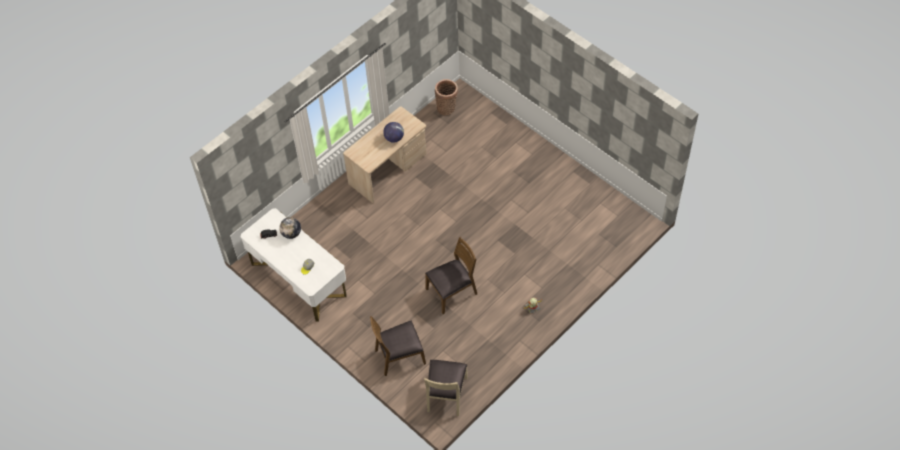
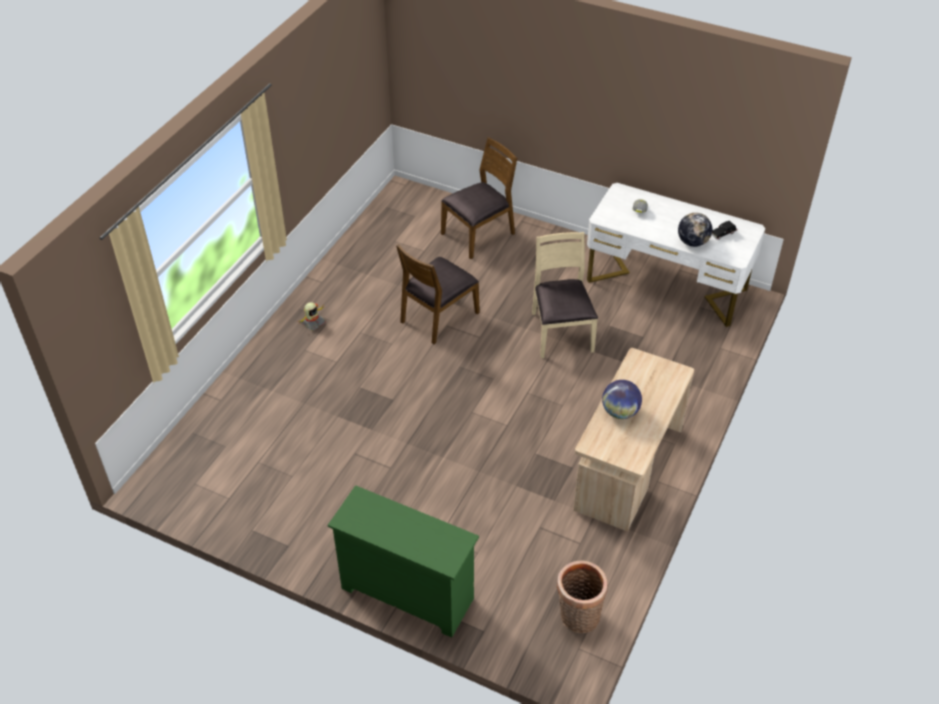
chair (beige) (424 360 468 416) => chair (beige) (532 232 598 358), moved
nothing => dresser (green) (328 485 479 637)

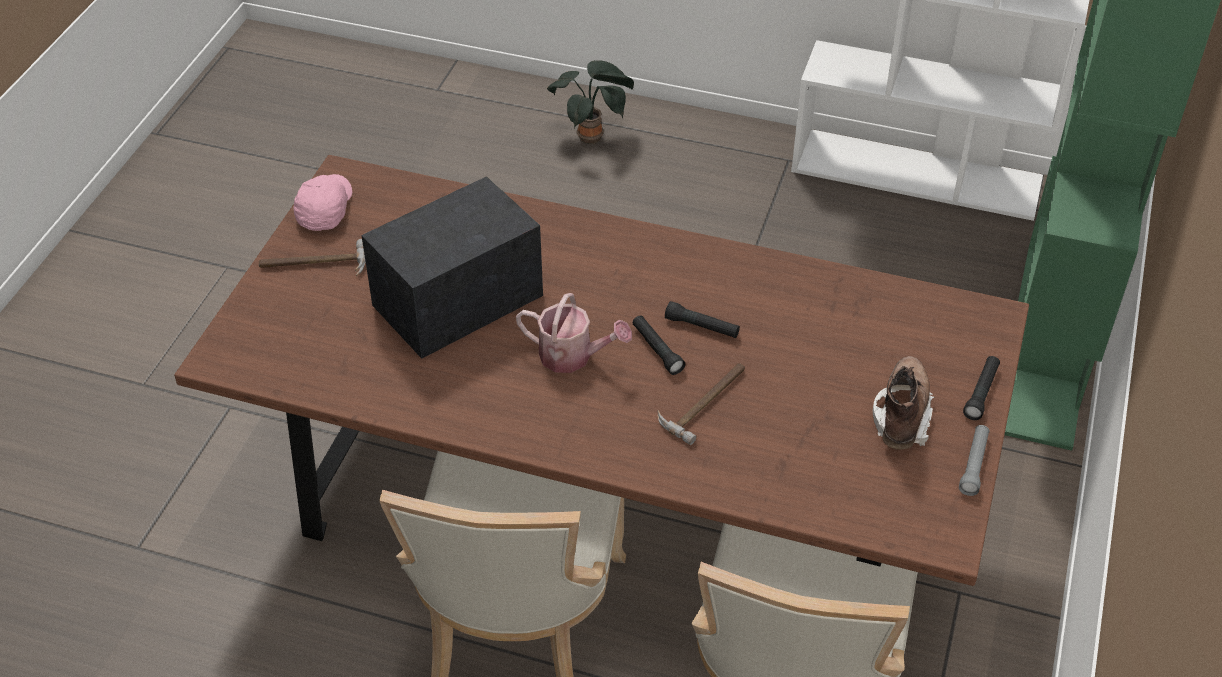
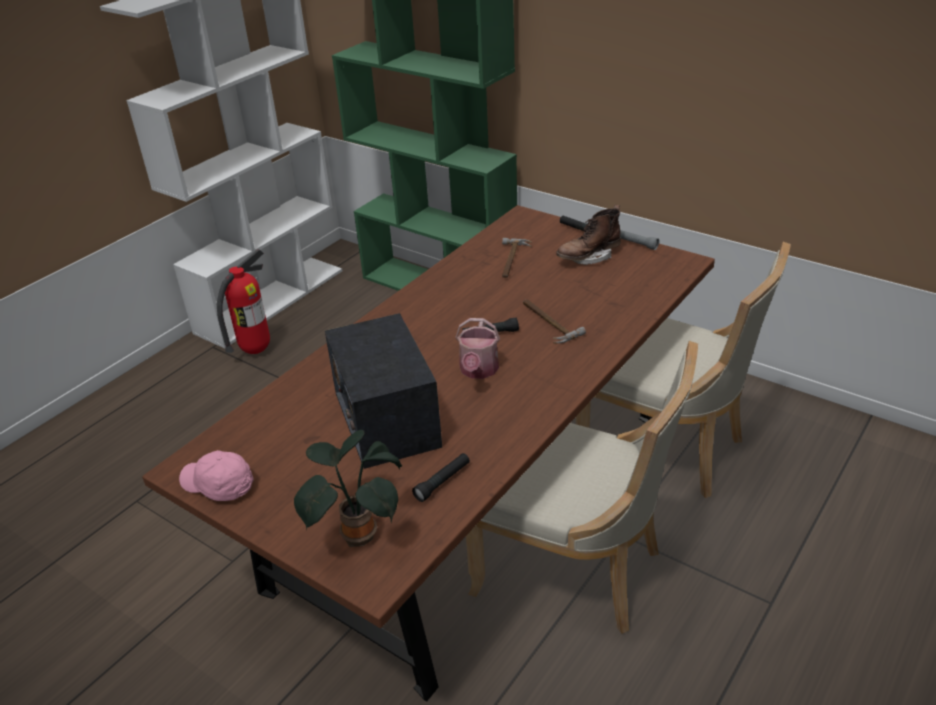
potted plant (547 60 634 144) => potted plant (294 430 402 547), moved
hammer (259 239 366 276) => hammer (502 238 532 278), moved
watering can (516 293 632 373) => watering can (455 318 500 379), 150 degrees clockwise
flashlight (black) (665 301 740 338) => flashlight (black) (412 453 470 502), moved
boot (brown) (873 356 934 450) => boot (brown) (556 205 621 265), 60 degrees counterclockwise
nothing => fire extinguisher (217 249 270 354)

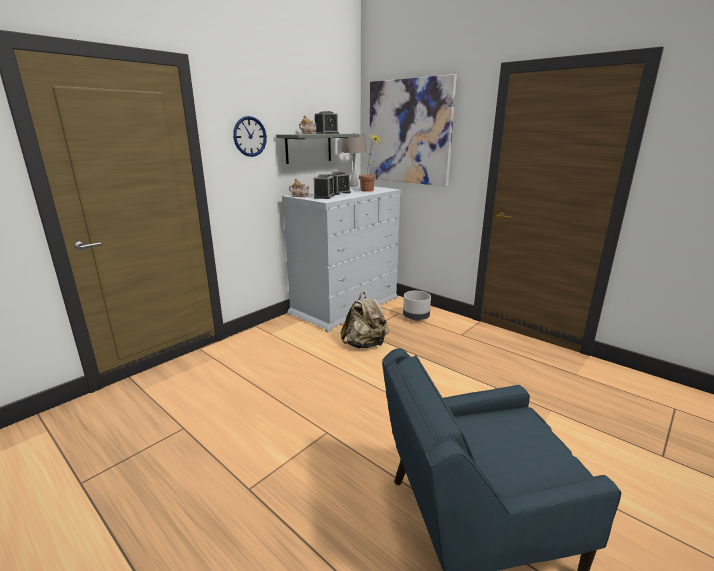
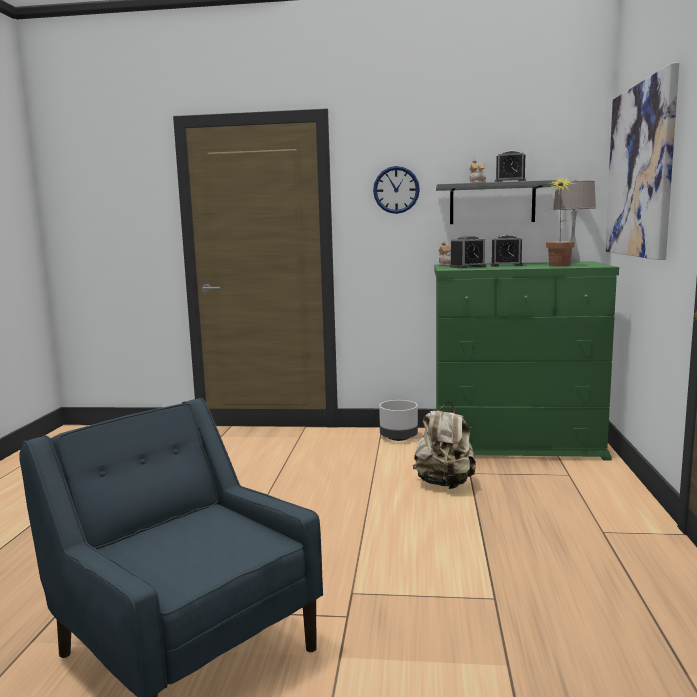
dresser (white) (282 185 401 332) => dresser (green) (434 261 619 461)
planter (grey) (403 291 431 320) => planter (grey) (379 400 418 441), moved

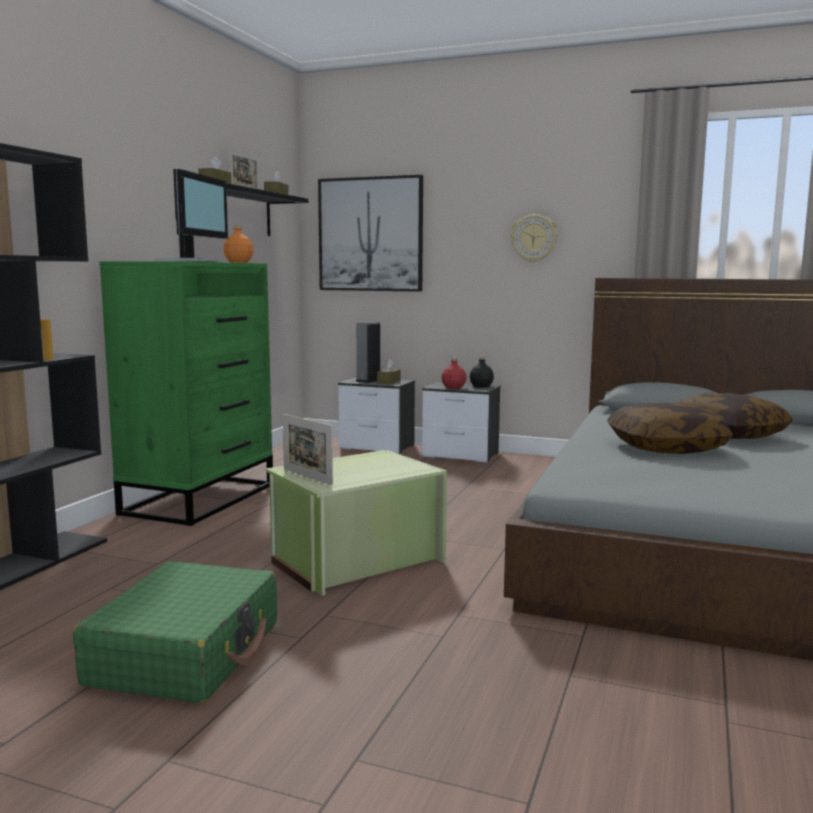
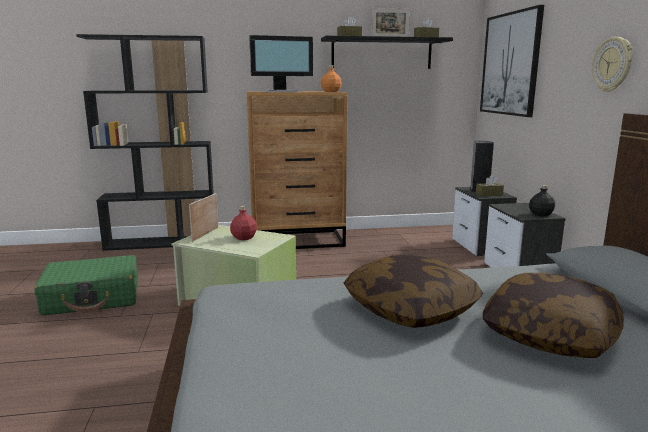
dresser (green) (99 261 273 526) => dresser (brown) (247 91 348 249)
bottle (red) (442 357 467 389) => bottle (red) (230 206 257 240), moved

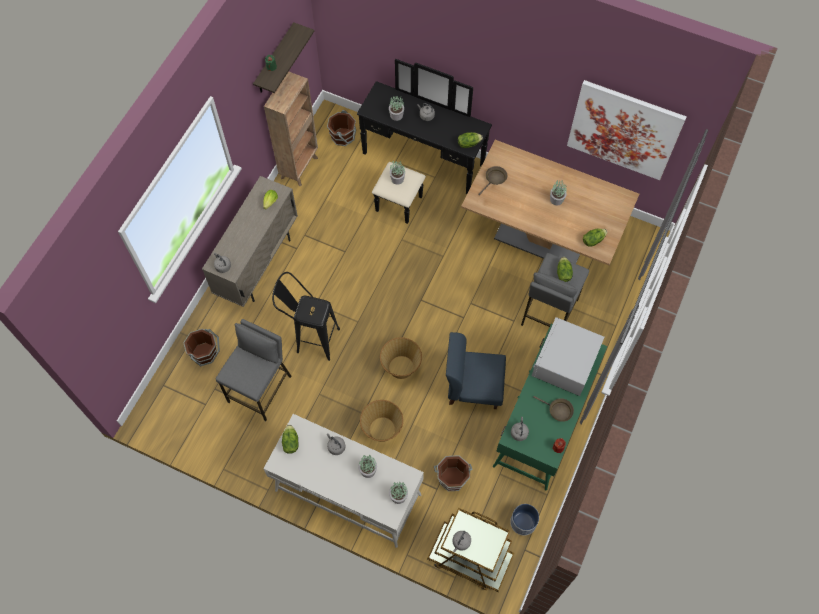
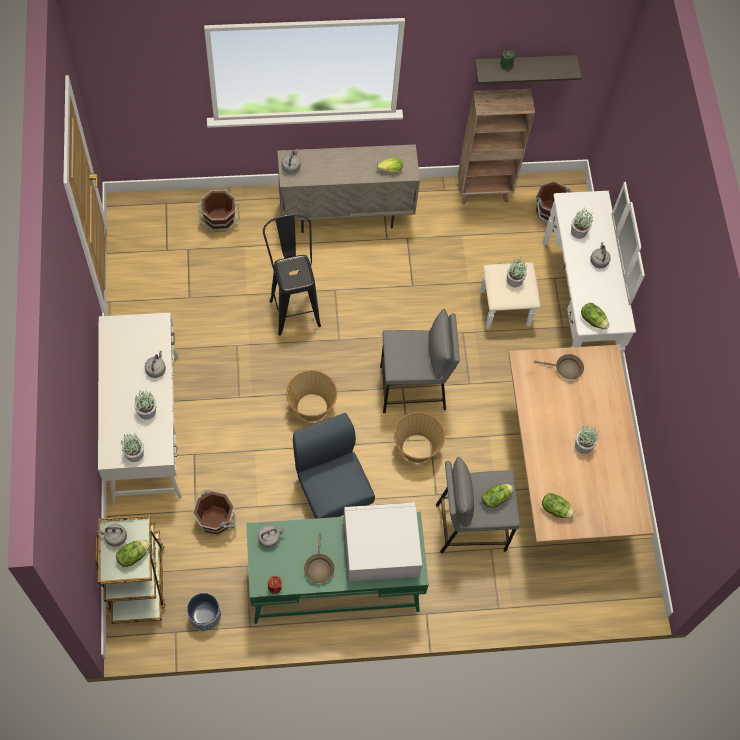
dresser (black) (357 59 492 224) => dresser (white) (481 182 645 356)
picture (567 80 687 180) => nothing
stool (grey) (216 319 291 421) => stool (grey) (380 309 460 413), moved
basket (360 400 403 442) => basket (394 412 445 463), moved
lettuce (282 425 299 454) => lettuce (116 540 150 567), moved

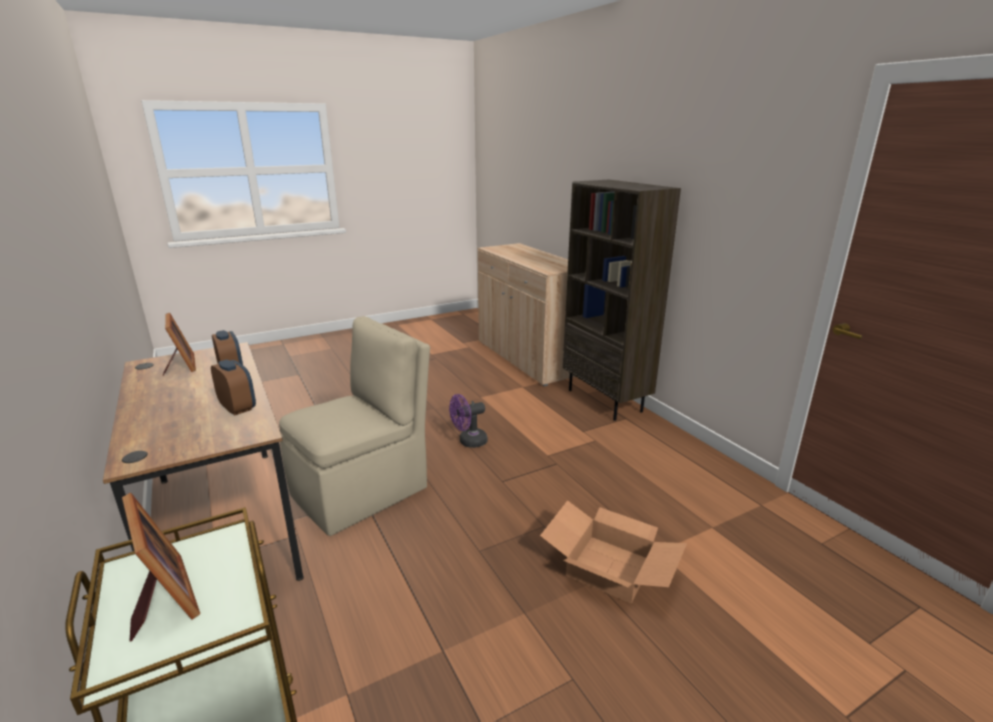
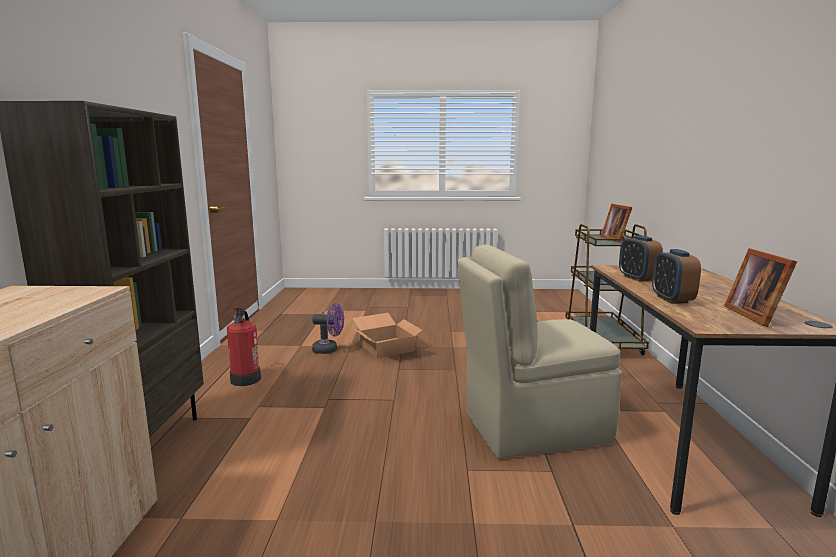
fan (purple) (449 394 487 448) => fan (purple) (312 303 344 354), moved
nothing => fire extinguisher (227 308 261 386)

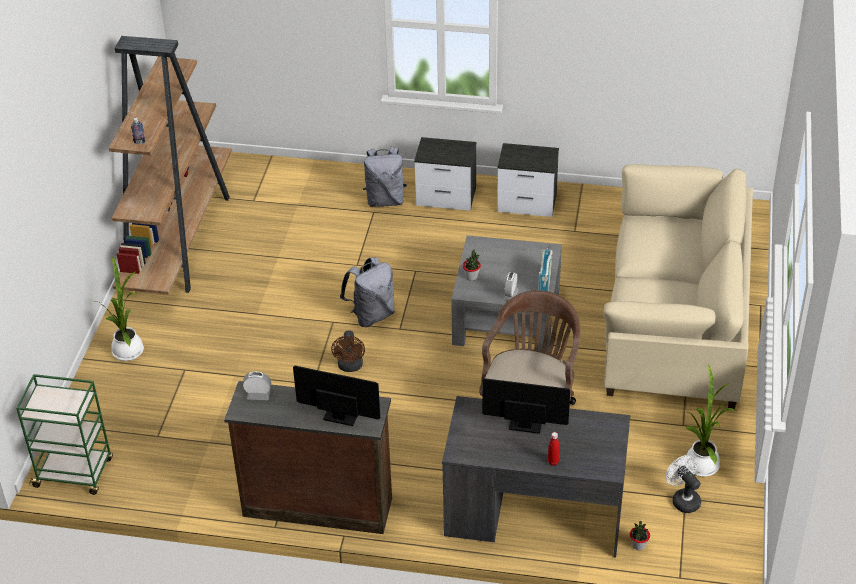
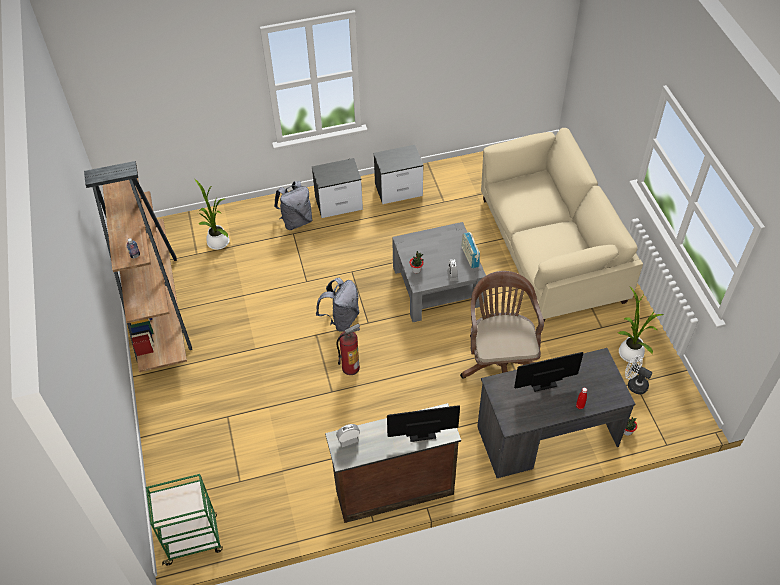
potted plant (92 256 144 361) => potted plant (195 179 229 250), moved
fan (brown) (331 330 365 372) => fire extinguisher (337 324 360 375)

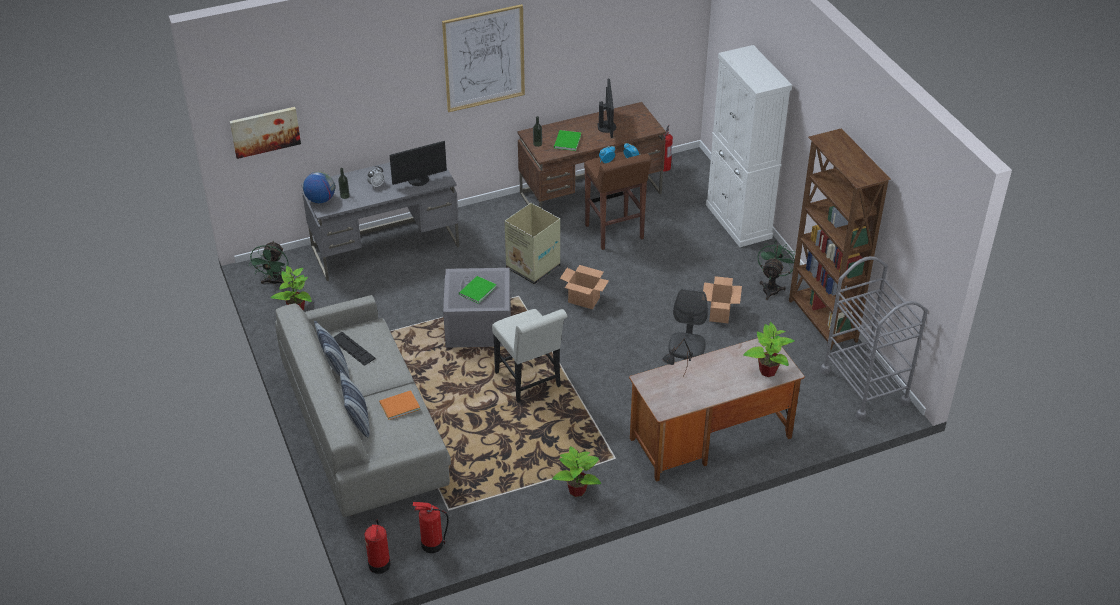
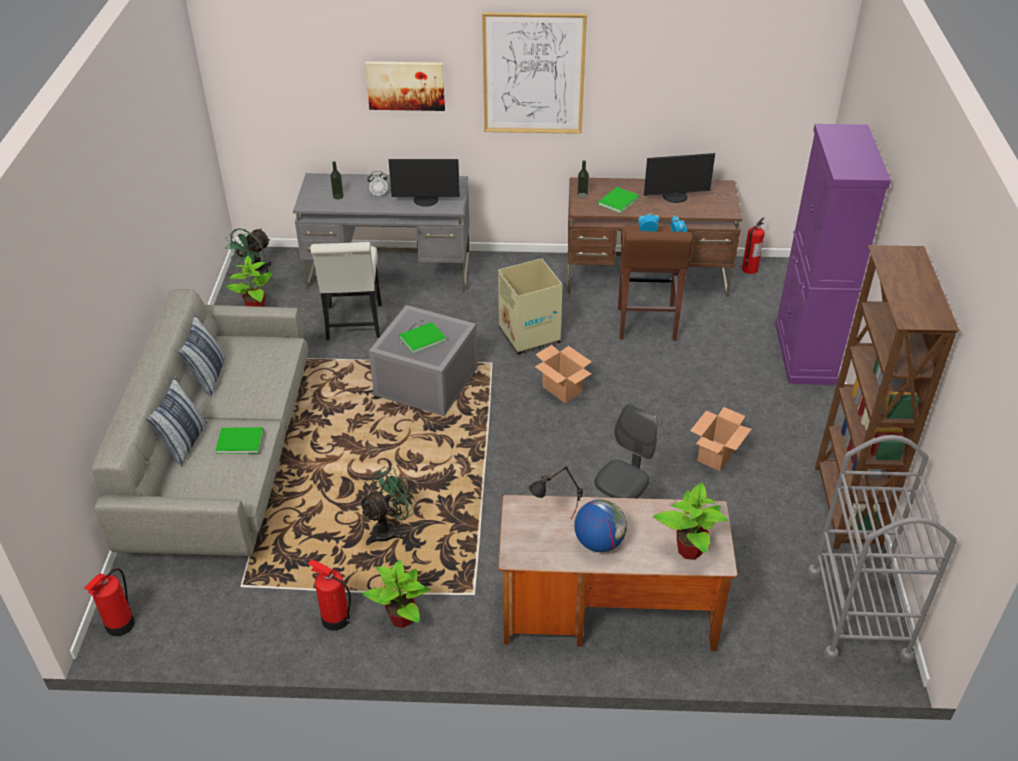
cabinet (white) (706 45 792 247) => cabinet (purple) (775 124 891 385)
monitor (598 78 616 138) => monitor (644 153 715 203), 60 degrees clockwise
picture (230 107 301 159) => picture (365 61 445 111), moved
globe (303 172 335 203) => globe (574 499 627 552), moved
fan (green) (757 241 795 300) => fan (green) (359 467 418 545), moved
chair (white) (492 309 567 403) => chair (white) (311 242 382 340), moved
keyboard (333 332 376 366) => nothing
book (orange) (379 390 420 420) => book (green) (215 427 263 454)
fire extinguisher (413 502 449 553) => fire extinguisher (308 559 351 631), moved

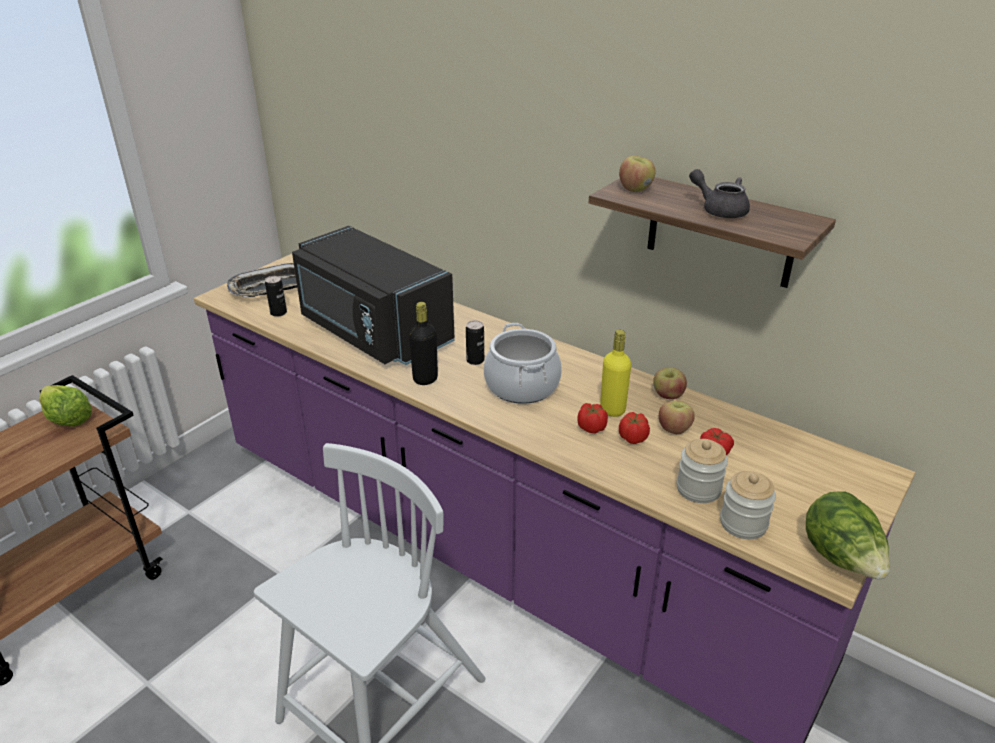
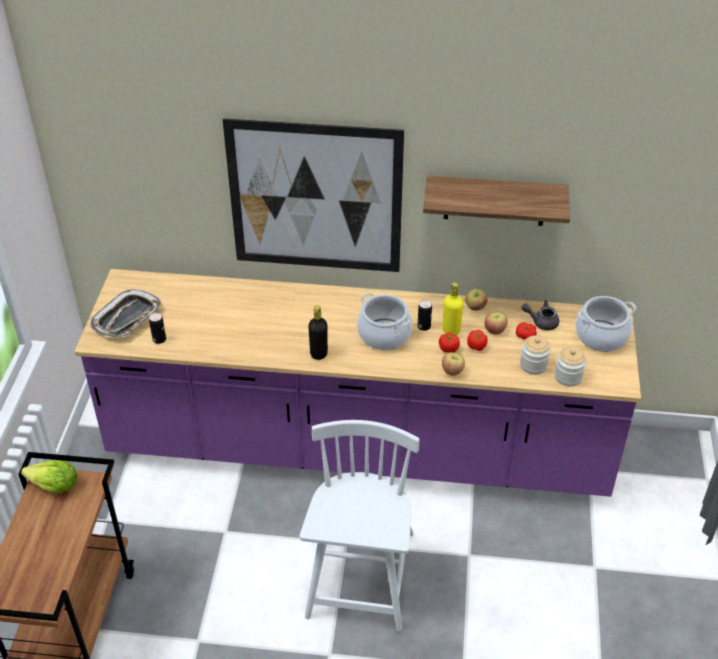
apple (619 156 656 192) => apple (442 352 465 376), moved
teapot (grey) (689 169 750 218) => teapot (grey) (521 300 559 330), moved
microwave (black) (292 226 455 365) => nothing
can (466 320 484 365) => can (417 300 432 331), moved
lettuce (806 492 890 580) => nothing
nothing => picture (223 118 404 272)
nothing => cooking pot (576 296 636 352)

